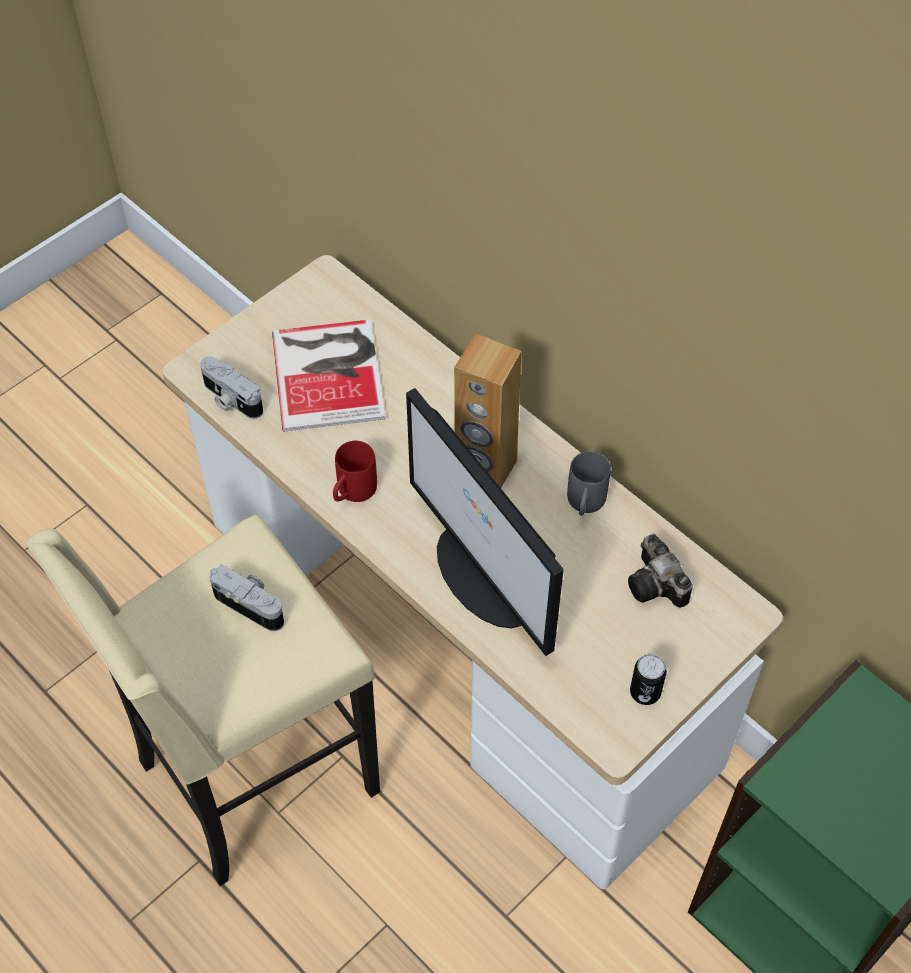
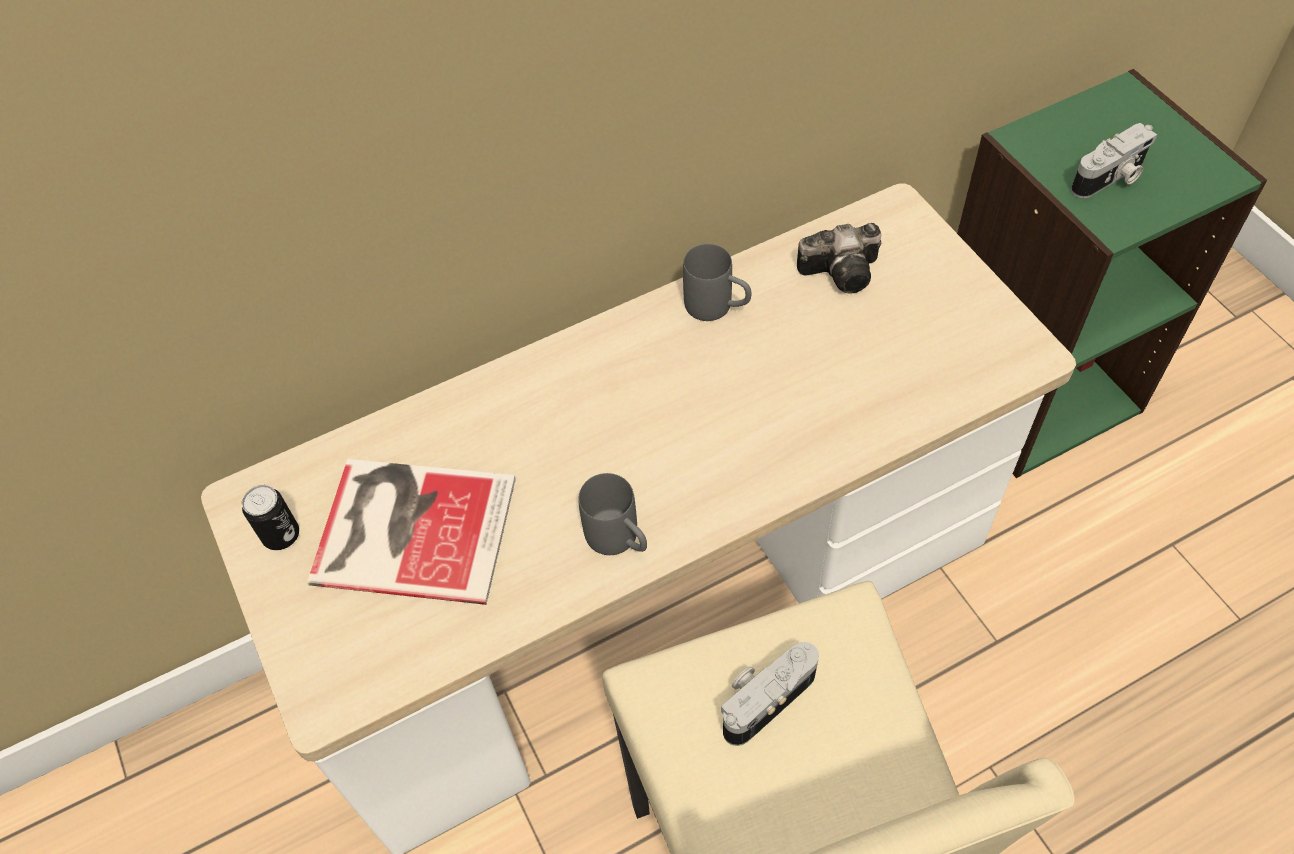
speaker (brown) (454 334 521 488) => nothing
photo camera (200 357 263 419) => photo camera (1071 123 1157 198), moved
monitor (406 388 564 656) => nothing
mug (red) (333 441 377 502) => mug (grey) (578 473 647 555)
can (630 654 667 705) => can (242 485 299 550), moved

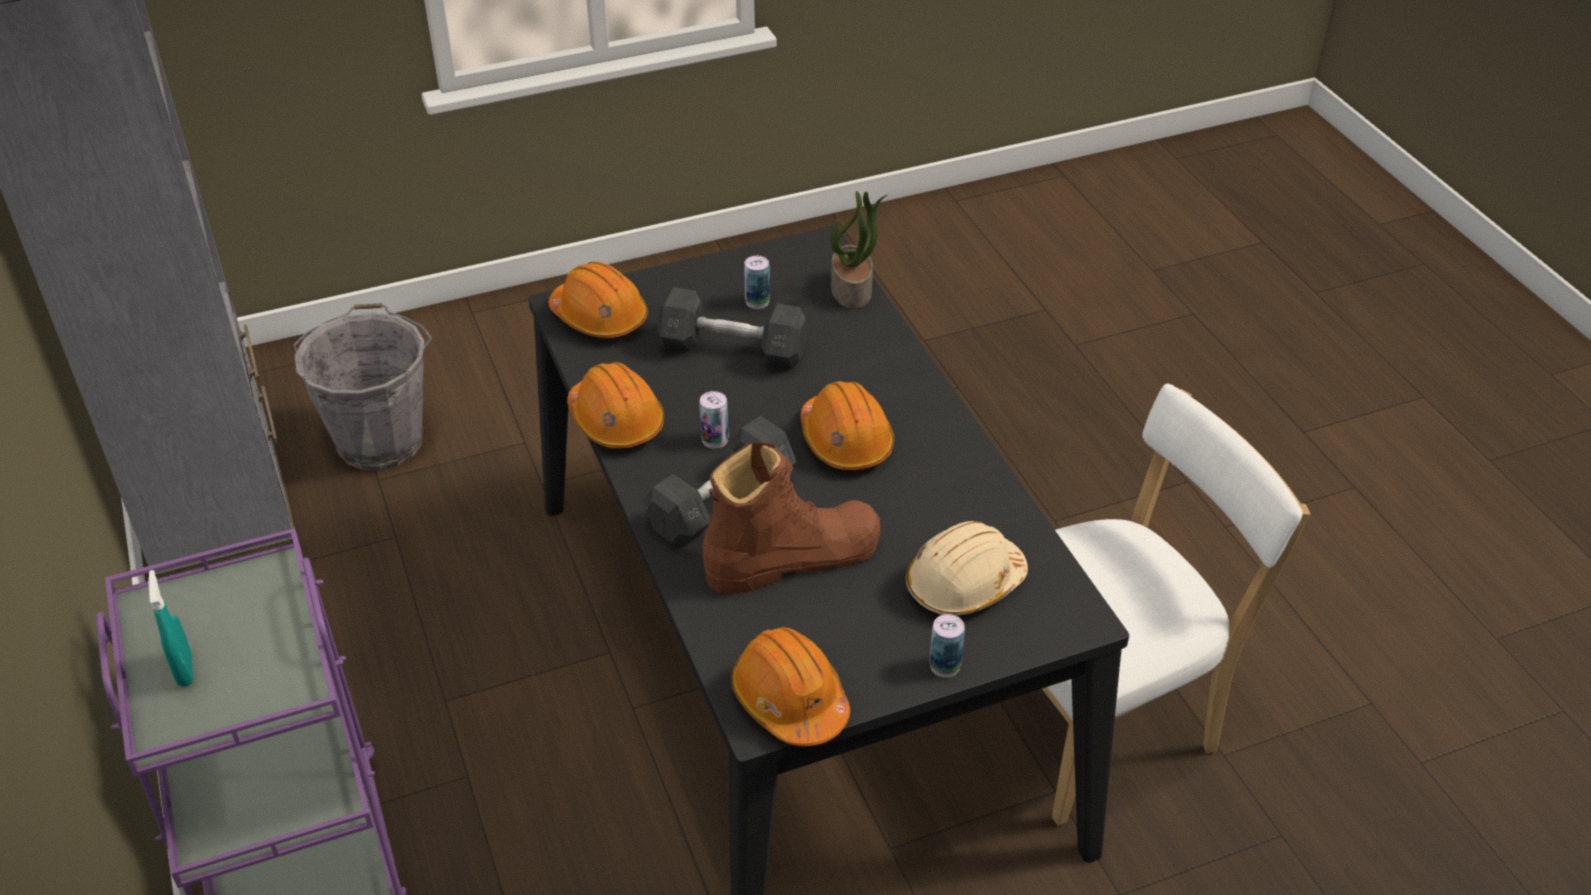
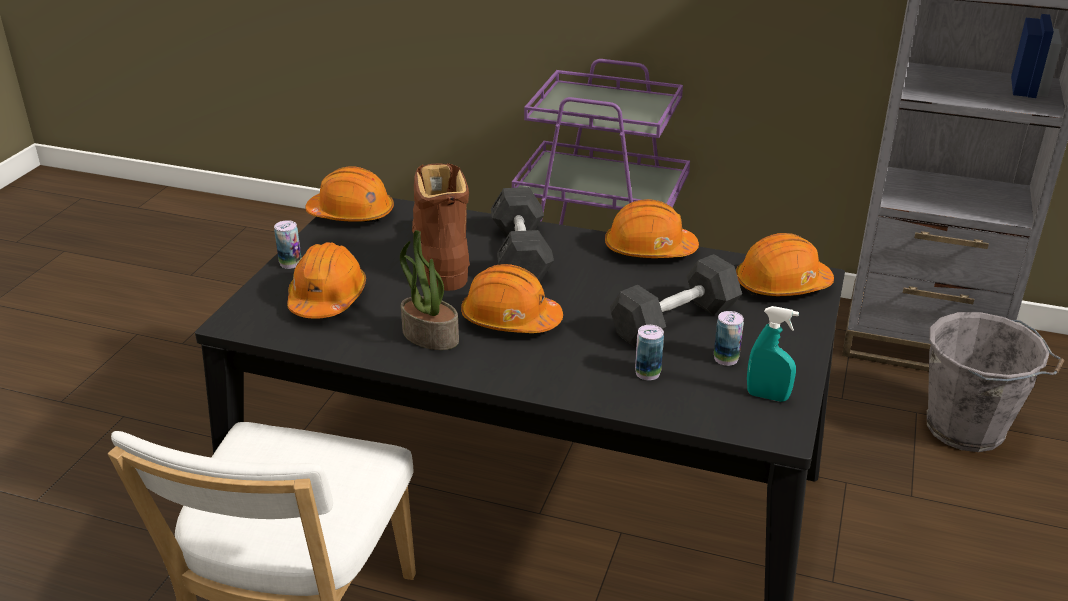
potted plant (830 191 887 309) => potted plant (400 230 459 350), moved
can (699 391 729 449) => can (635 325 664 380), moved
boot (brown) (703 442 881 595) => boot (brown) (412 163 470 291), 150 degrees clockwise
hard hat (beige) (906 521 1028 615) => hard hat (orange) (287 242 366 319)
spray bottle (turquoise) (148 570 193 686) => spray bottle (turquoise) (747 306 799 402), moved

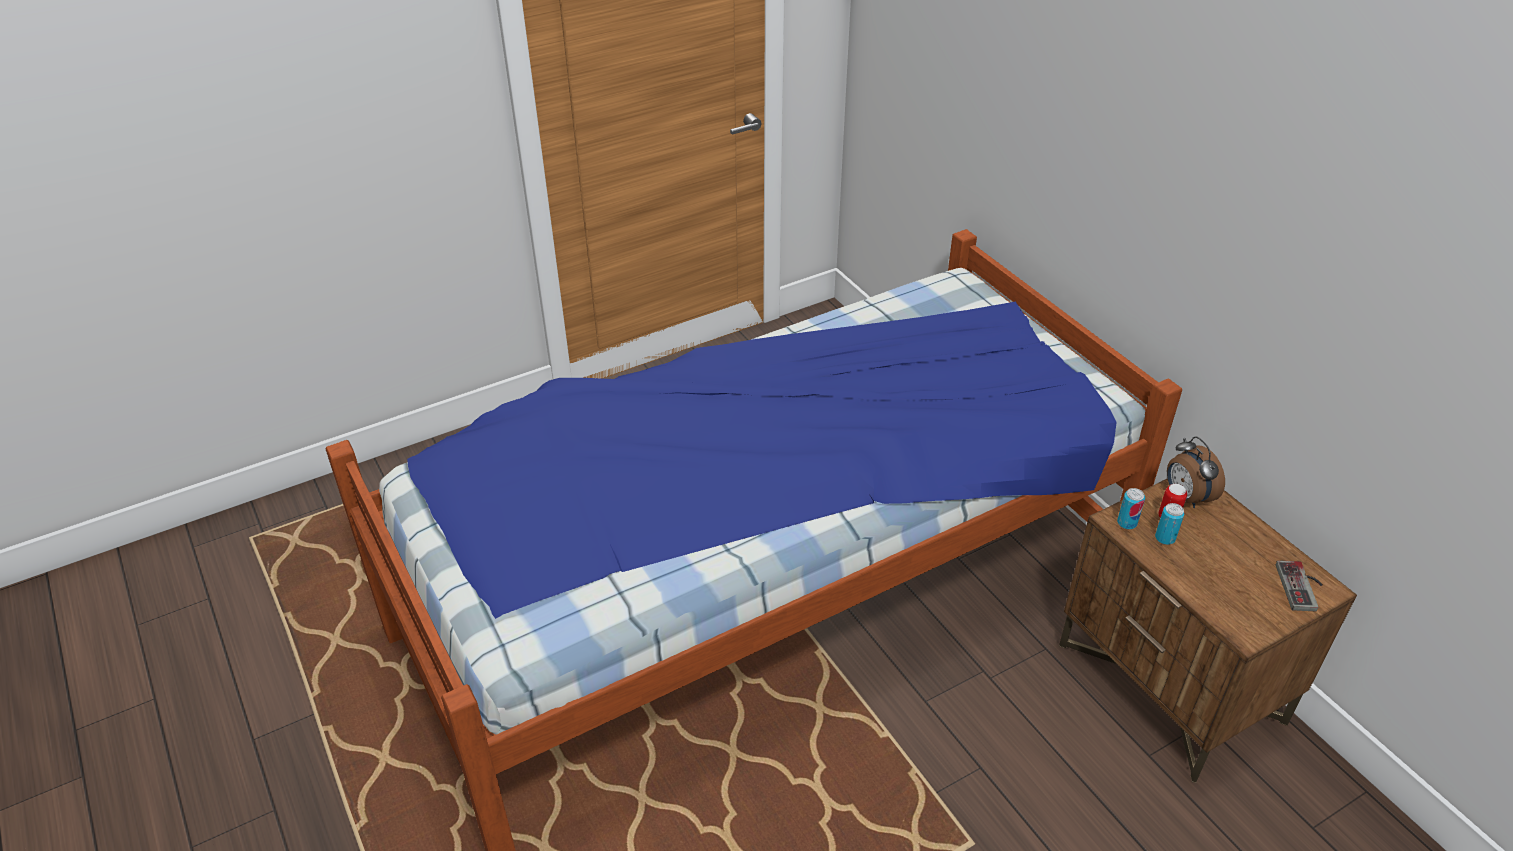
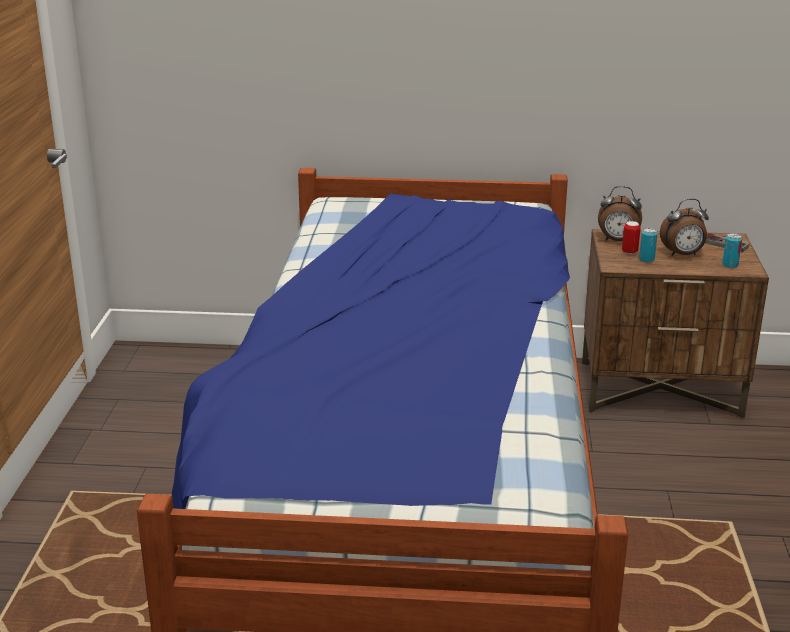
can (1117 488 1145 529) => can (722 233 742 268), moved
nothing => alarm clock (660 199 709 256)

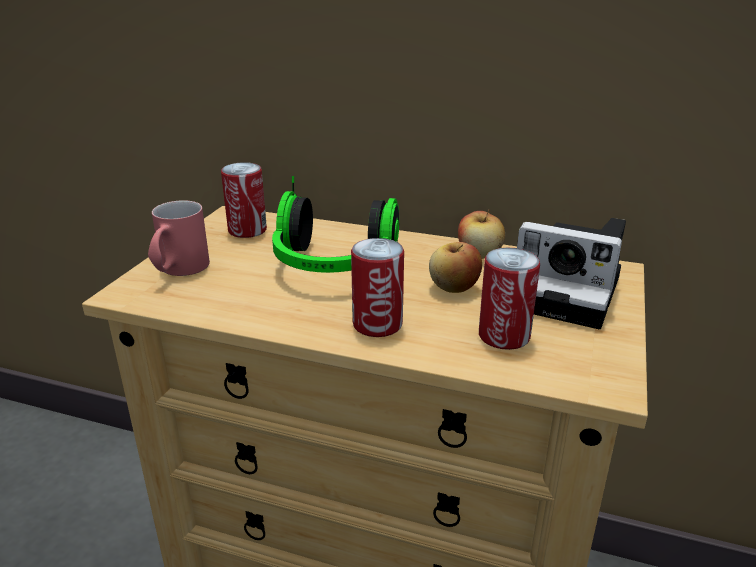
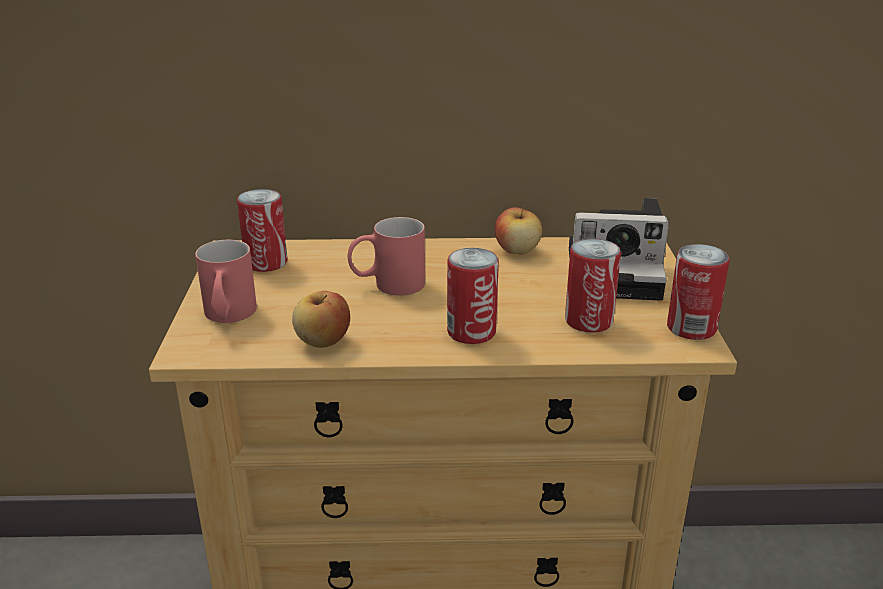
headphones (272 176 399 273) => mug (red) (348 217 425 296)
apple (429 242 482 293) => apple (292 291 350 348), moved
nothing => can (667 244 729 340)

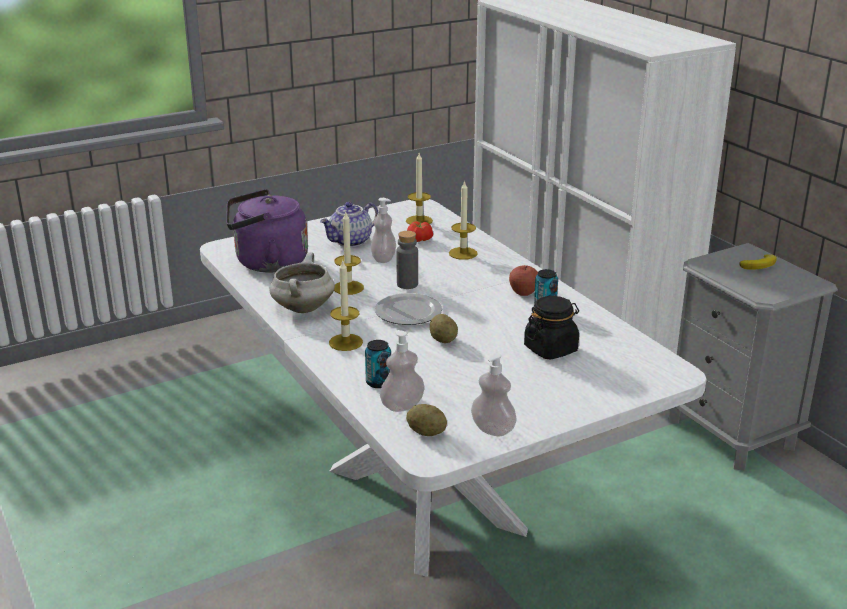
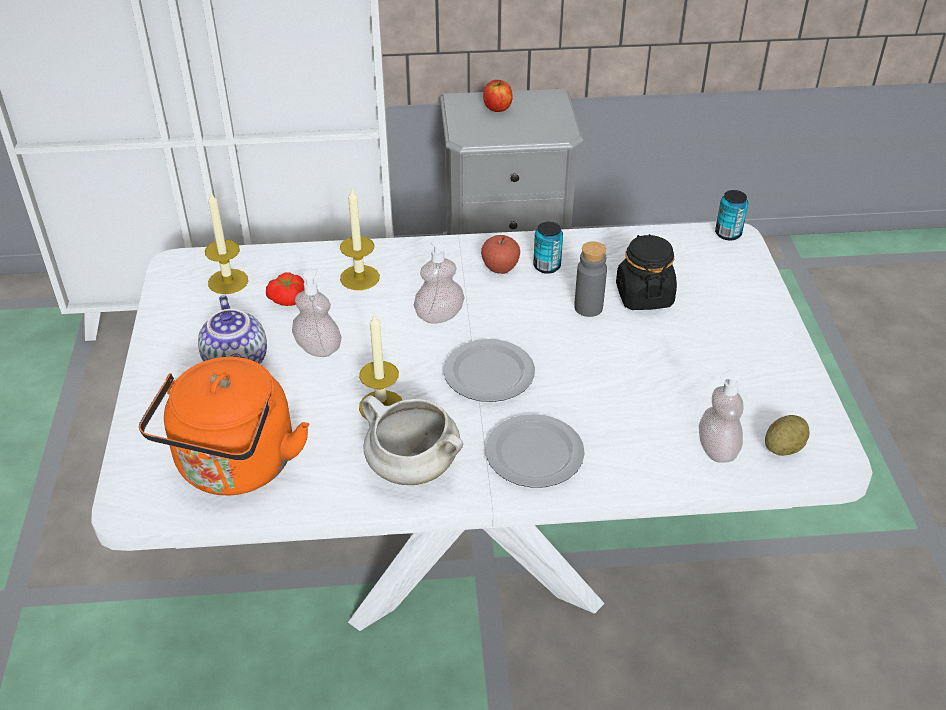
kettle (purple) (226 189 308 272) => kettle (orange) (139 357 309 495)
bottle (grey) (396 231 418 289) => bottle (grey) (574 241 607 317), moved
banana (739 254 777 270) => apple (483 80 513 112)
candle (329 261 363 351) => plate (485 414 585 488)
potato (430 314 458 343) => nothing
can (365 340 391 388) => can (715 190 748 240), moved
soap dispenser (471 353 516 436) => soap dispenser (414 239 465 324), moved

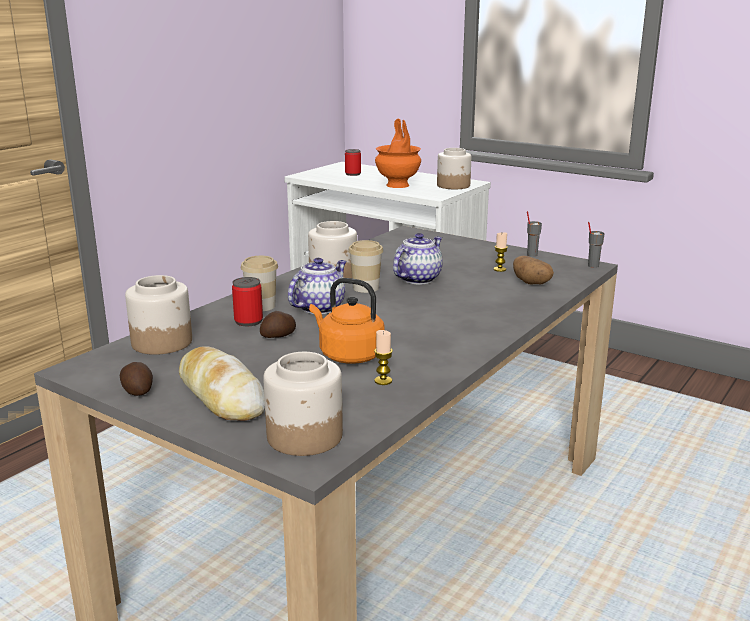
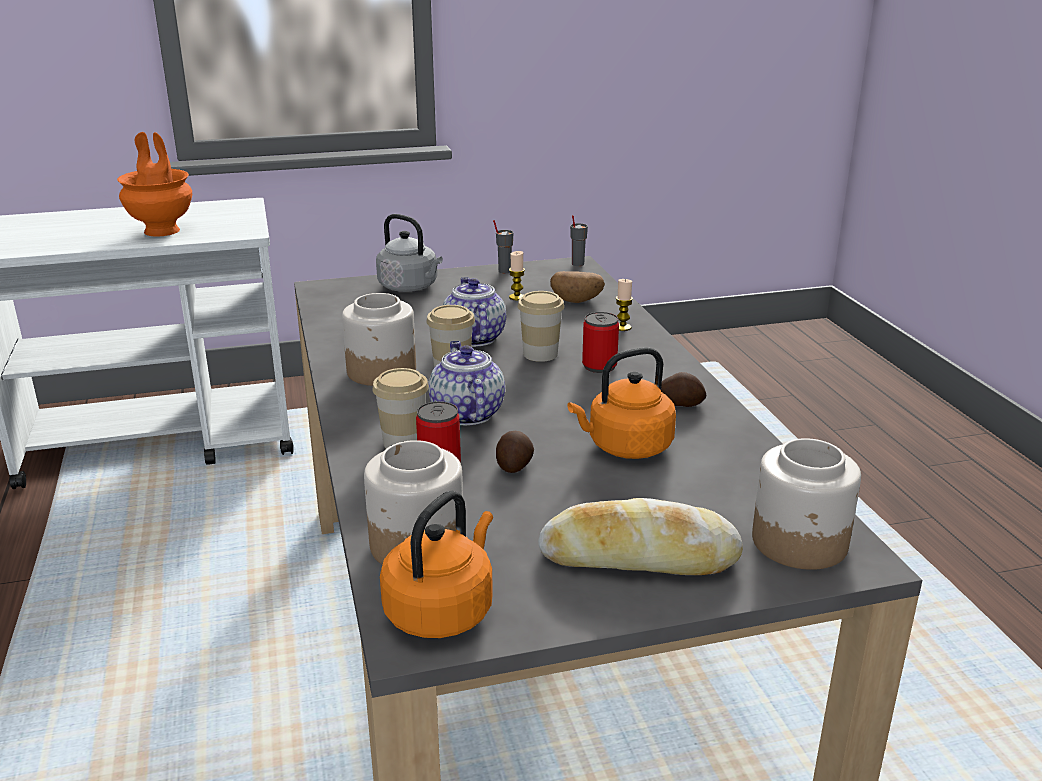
jar (437 148 472 189) => nothing
can (345 149 361 176) => can (582 312 619 373), moved
candle (374 330 393 385) => candle (616 279 633 331), moved
potato (120 362 153 396) => potato (661 372 706 407), moved
nothing => kettle (grey) (376 214 443 292)
nothing => cup (518 291 564 362)
nothing => kettle (orange) (380 490 493 638)

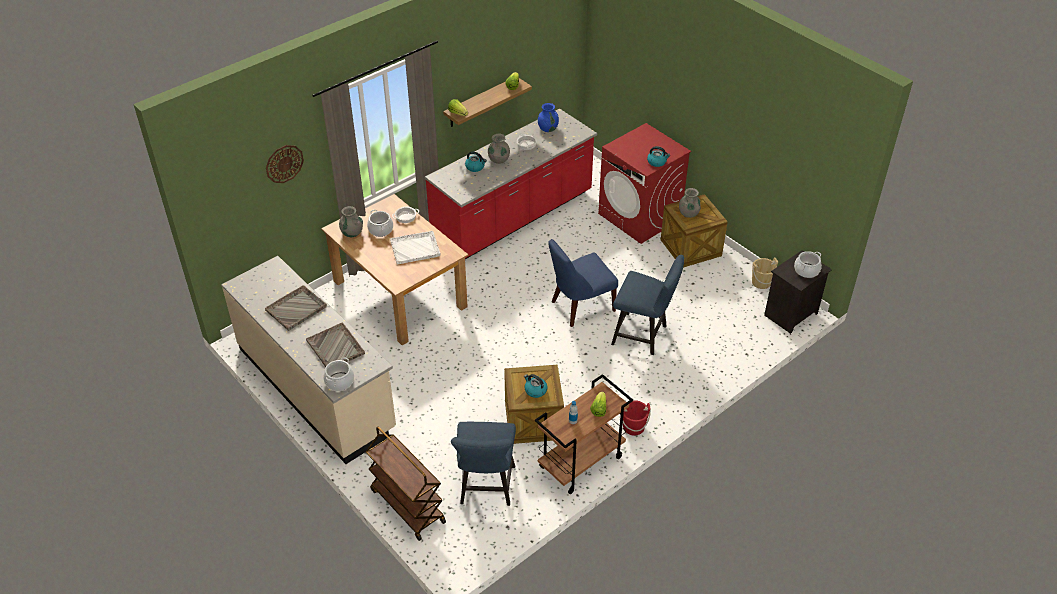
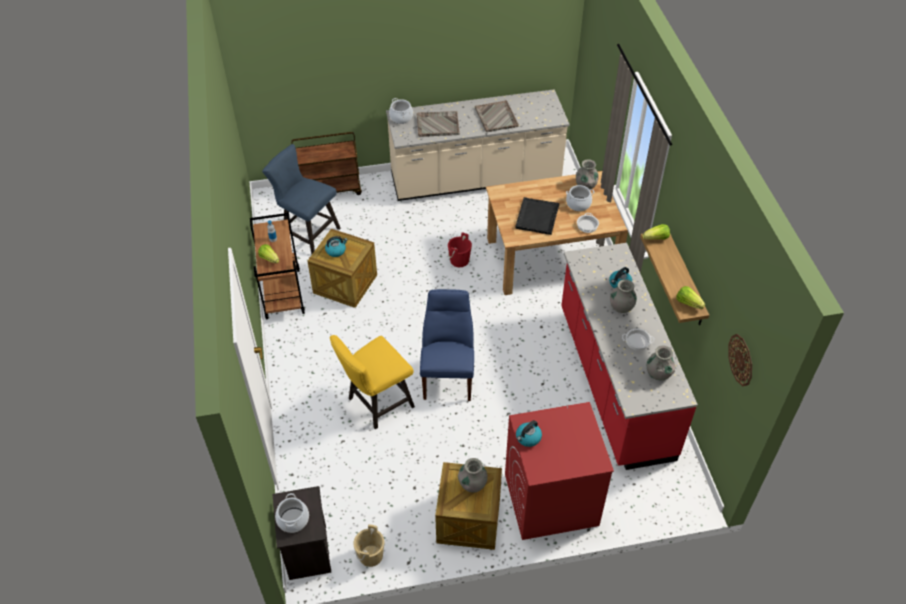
vase (blue) (538 103 559 132) => vase (grey) (647 346 675 380)
wall clock (266 145 304 183) => wall clock (728 334 752 386), moved
tray (white) (390 231 440 265) => tray (black) (515 197 559 235)
chair (blue) (611 255 684 355) => chair (yellow) (330 335 415 429)
bucket (red) (623 400 651 436) => bucket (red) (448 232 472 267), moved

